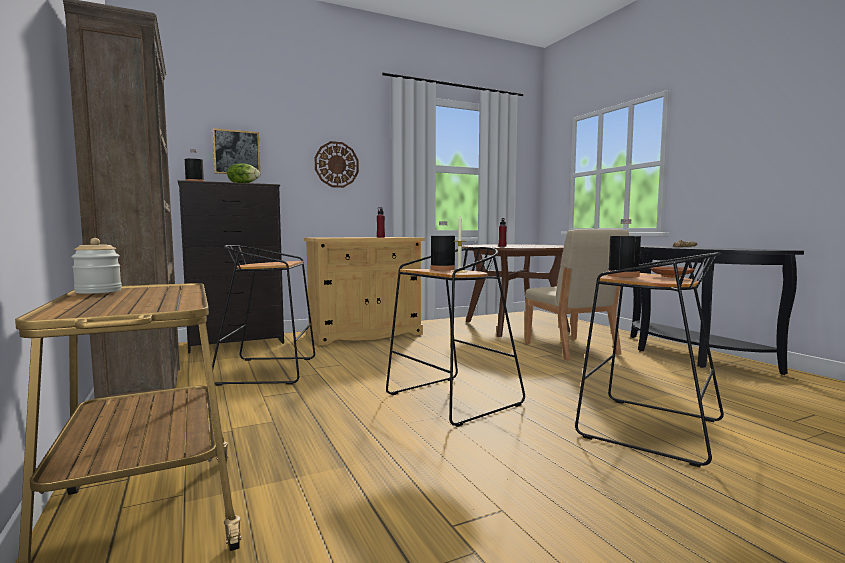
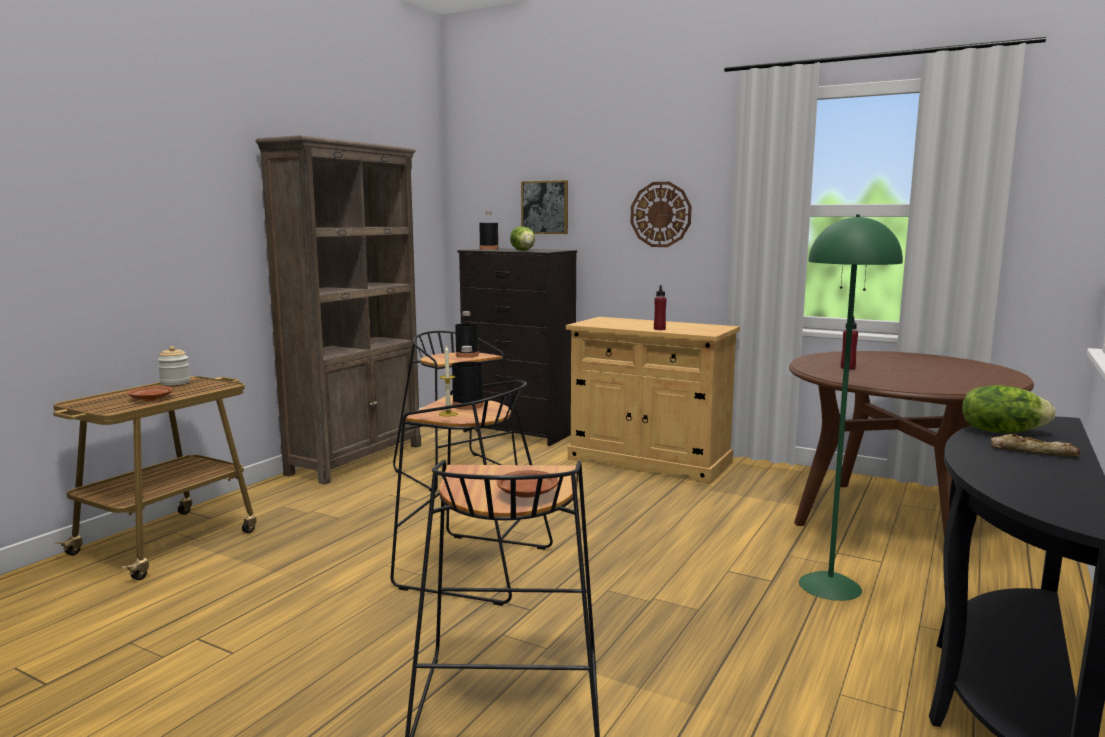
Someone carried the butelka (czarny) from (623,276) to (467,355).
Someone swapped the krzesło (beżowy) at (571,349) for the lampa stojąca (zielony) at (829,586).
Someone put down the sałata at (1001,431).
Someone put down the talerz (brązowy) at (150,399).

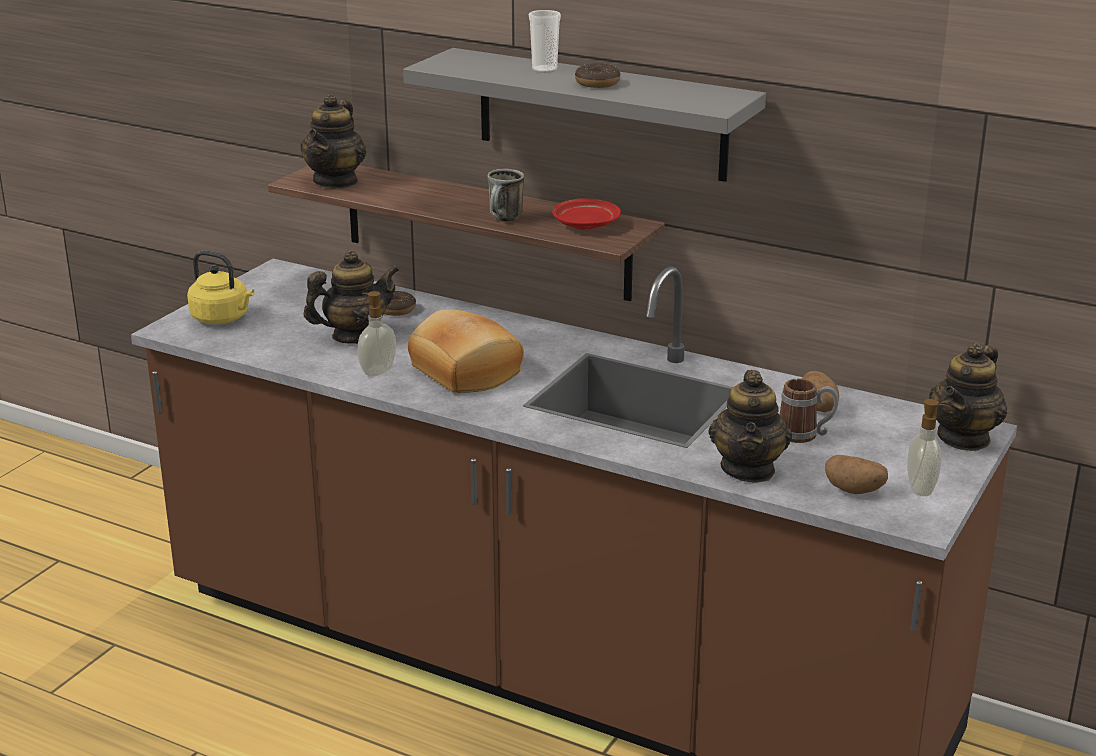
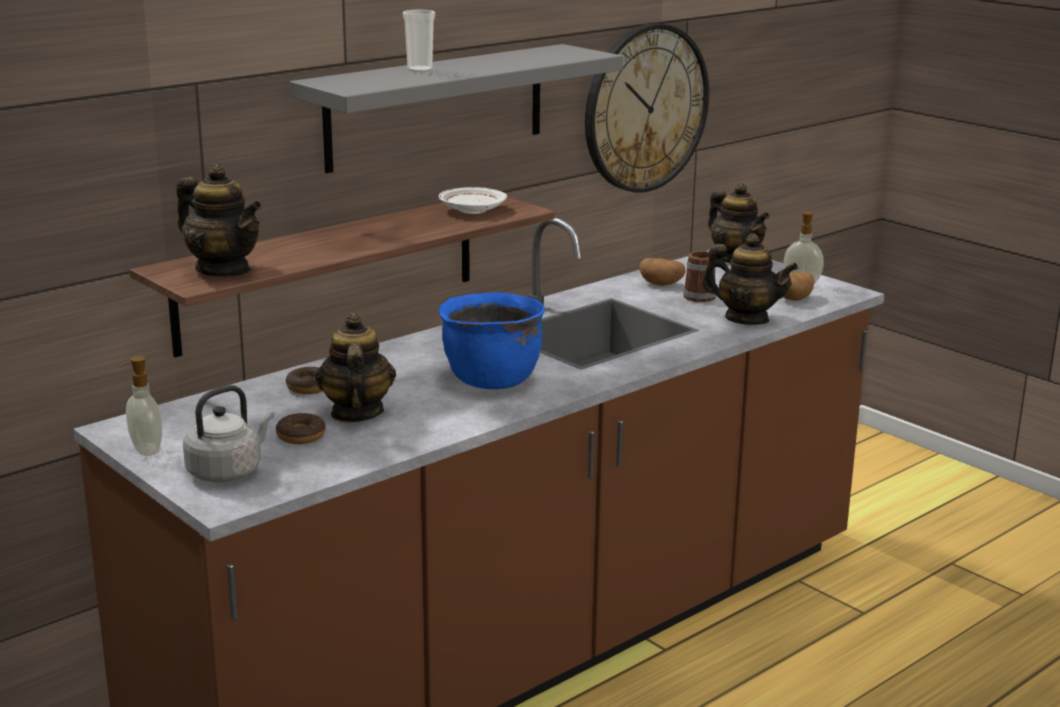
Someone carried the donut from (597,83) to (301,436).
Someone took away the kubek at (505,220).
Someone repainted the talerz (czerwony) at (585,224), which became the talerz (biały) at (471,210).
Someone repainted the czajnik (żółty) at (222,318), which became the czajnik (szary) at (228,471).
Someone carried the dozownik mydła from (377,371) to (145,450).
Someone swapped the chleb at (463,372) for the garnek (niebieski) at (491,380).
Someone put up the zegar ścienny at (645,108).

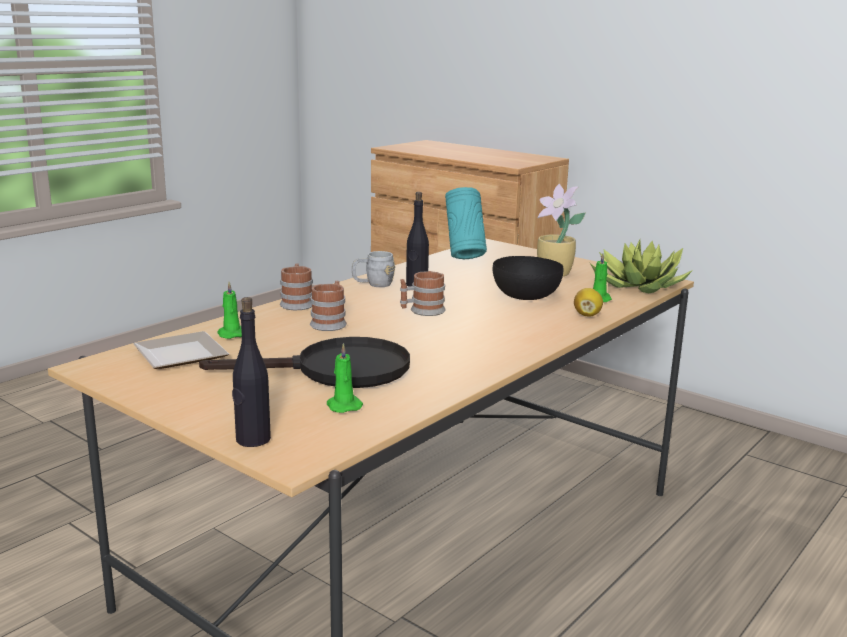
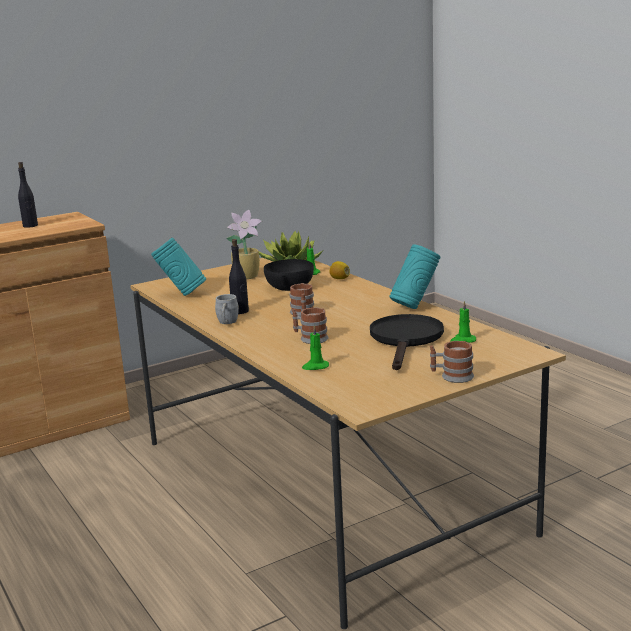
Someone carried the kubek from (297,303) to (451,376).
Someone carried the butelka (czarny) from (252,440) to (30,226).
Someone took away the talerz at (177,355).
Someone put down the wazon (turkusowy) at (414,307).

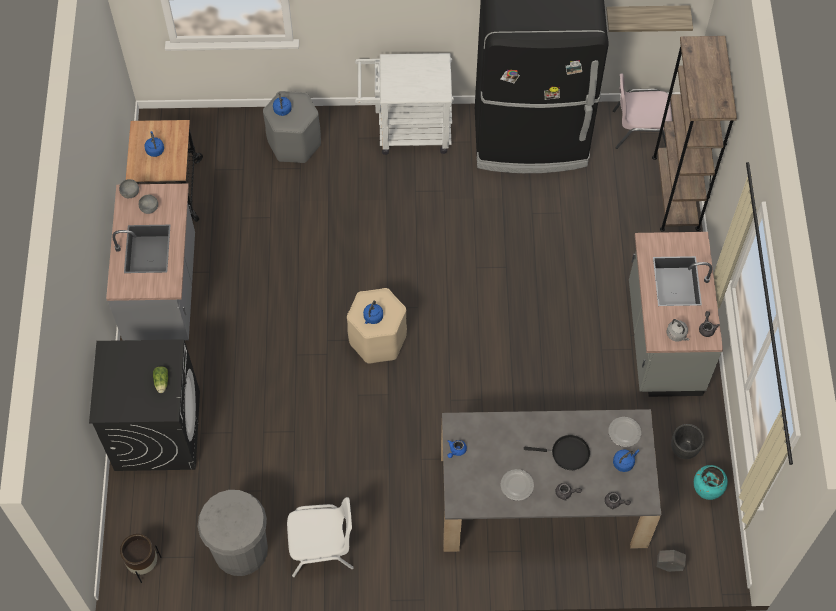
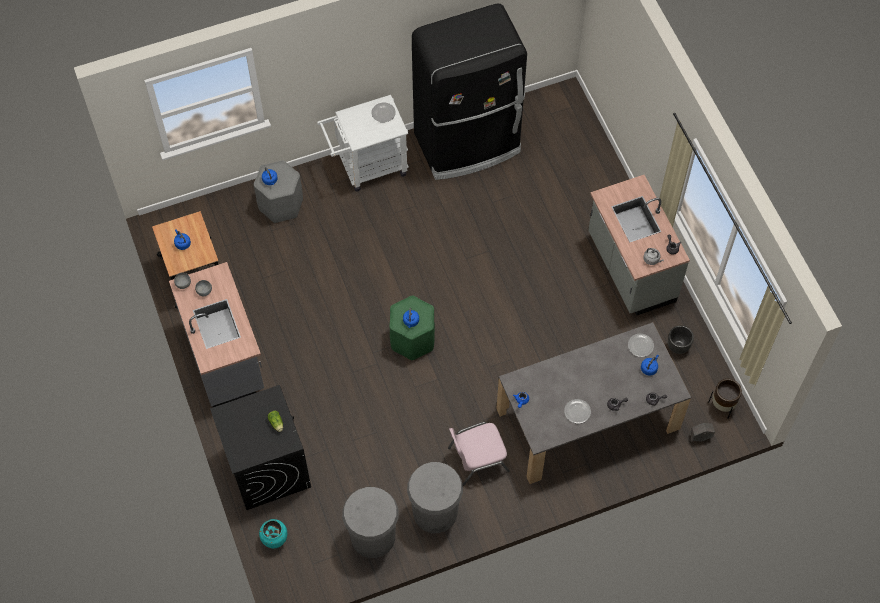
Someone took away the półka at (646,15).
Someone took away the regał (brązowy) at (675,192).
Someone carried the krzesło (różowy) from (639,129) to (477,459).
Someone repainted the stołek (beżowy) at (377,340), which became the stołek (zielony) at (412,339).
Someone took away the patelnia (czarny) at (567,453).
Someone carried the wazon (turkusowy) from (706,490) to (274,540).
Someone swapped the krzesło (biały) at (322,546) for the kosz na śmieci (szary) at (435,512).
Someone carried the donica (brązowy) from (143,565) to (722,406).
Someone put down the talerz at (383,113).

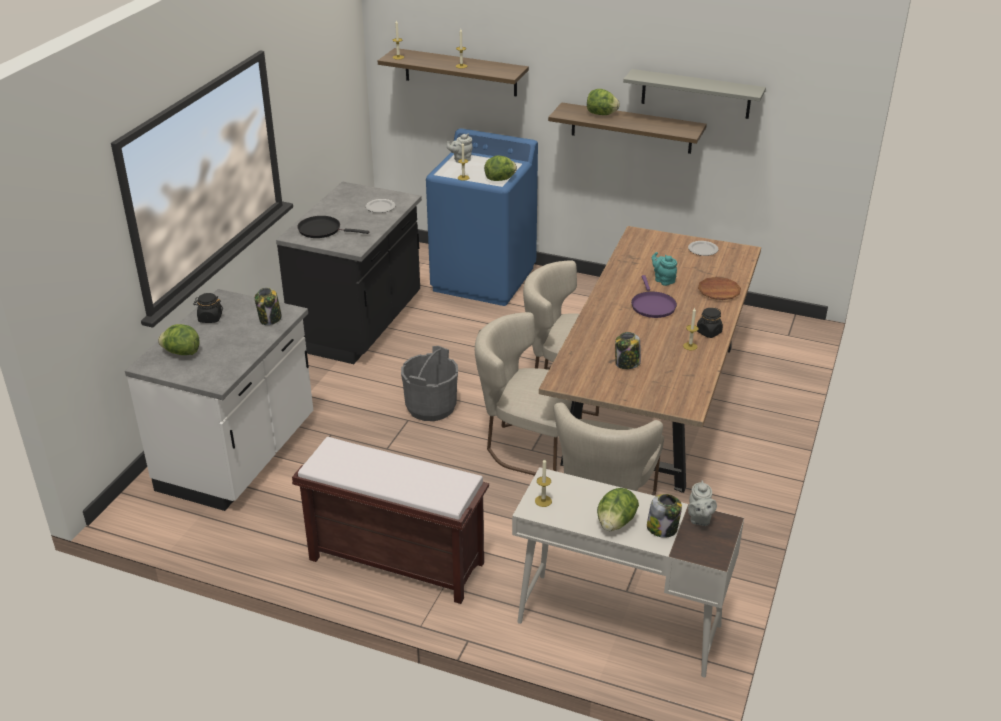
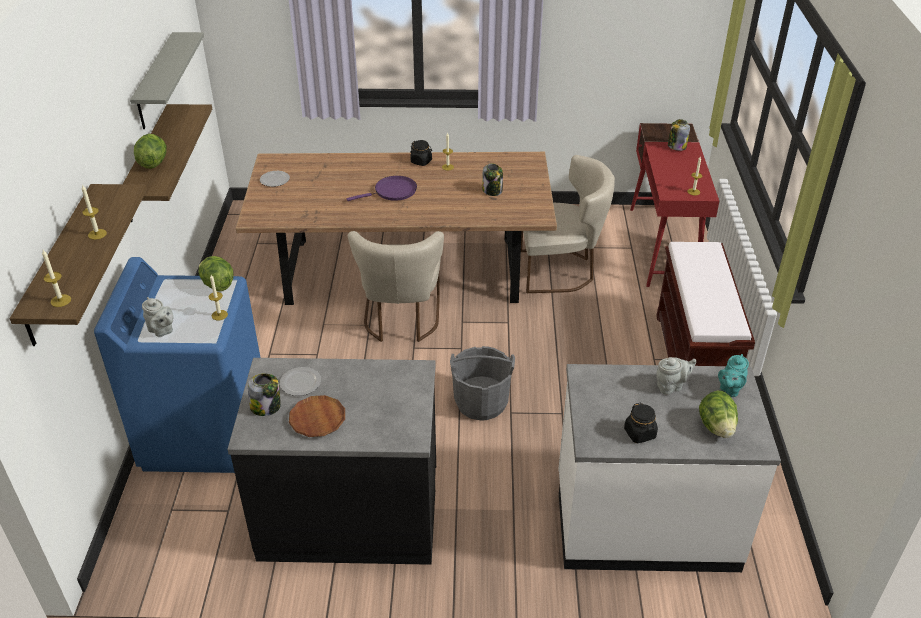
Someone took away the patelnia (czarny) at (322,230).
Someone carried the imbryk (turkusowy) from (663,280) to (729,389).
Someone carried the talerz (brązowy) from (719,291) to (317,419).
Someone carried the słoik from (270,319) to (266,406).
Someone took away the krzesło (beżowy) at (526,445).
Someone repainted the biurko (biały) at (618,623), which became the biurko (czerwony) at (662,246).
Someone carried the imbryk (szary) from (699,519) to (671,386).
Someone took away the sałata at (615,523).

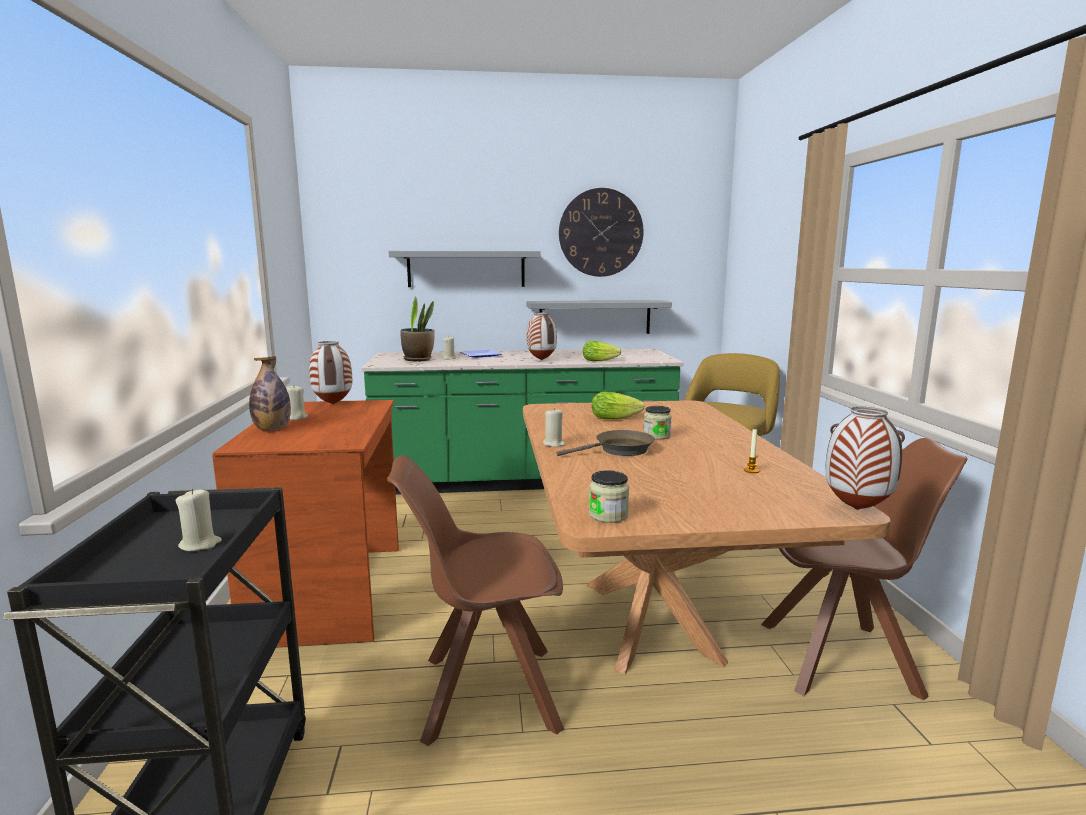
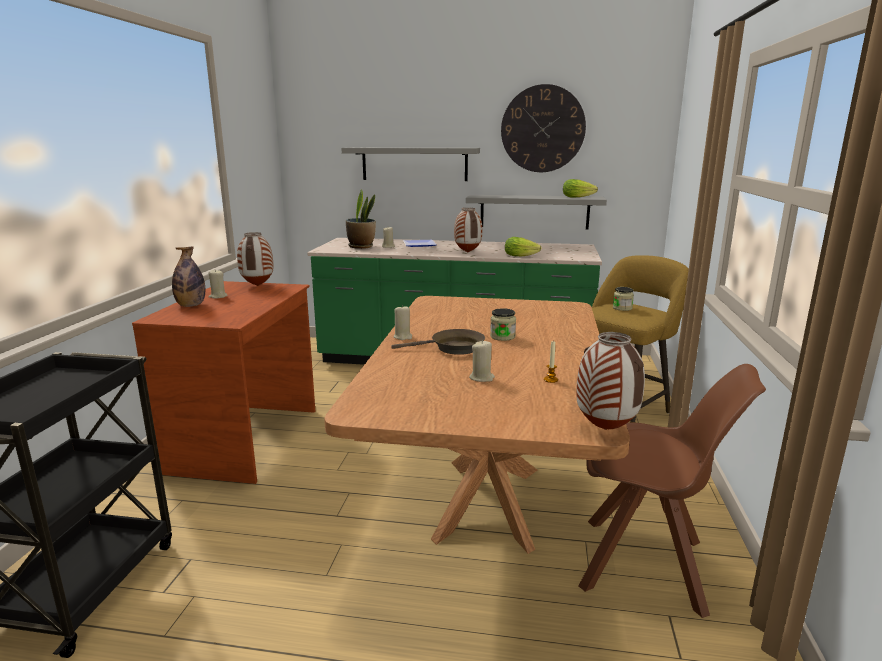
Someone carried the sałata from (618,418) to (579,197).
Someone took away the krzesło (brązowy) at (484,693).
Someone carried the słoik from (608,515) to (622,308).
Someone carried the świeca (beżowy) from (200,544) to (482,378).

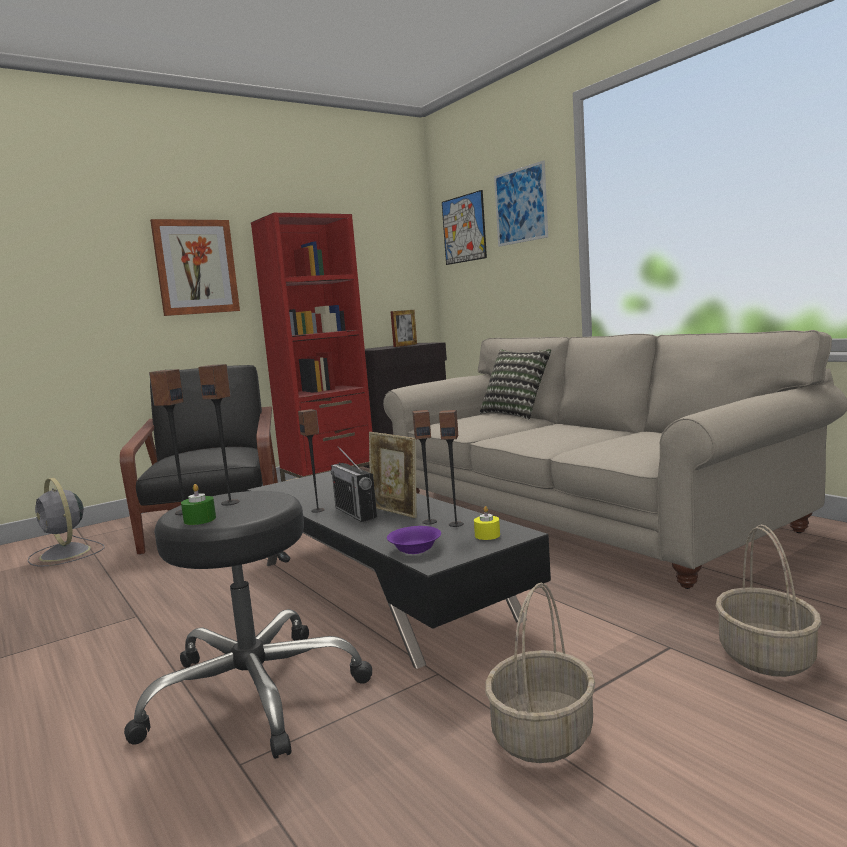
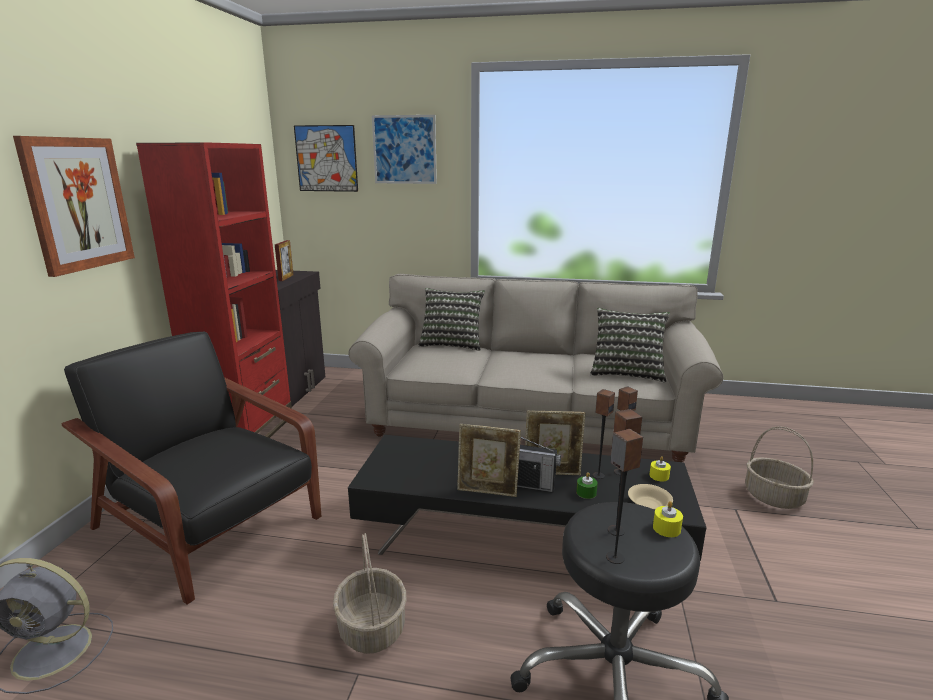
Someone swapped the głośnik at (318,510) for the ramka na zdjęcie at (487,491).
Someone carried the świeca (zielony) from (200,520) to (586,493).
Someone repainted the miska (fioletowy) at (416,549), which became the miska (beżowy) at (649,506).
Someone carried the koszyk from (543,736) to (373,629).
Someone put down the poduszka at (627,372).
Someone put down the świeca (żółty) at (666,528).

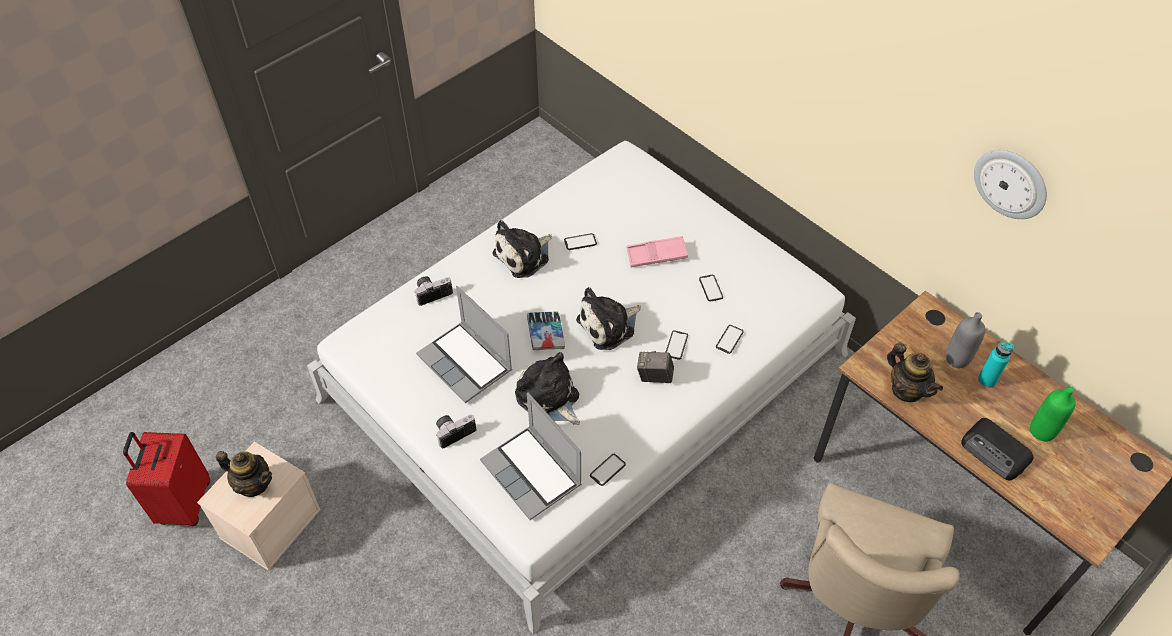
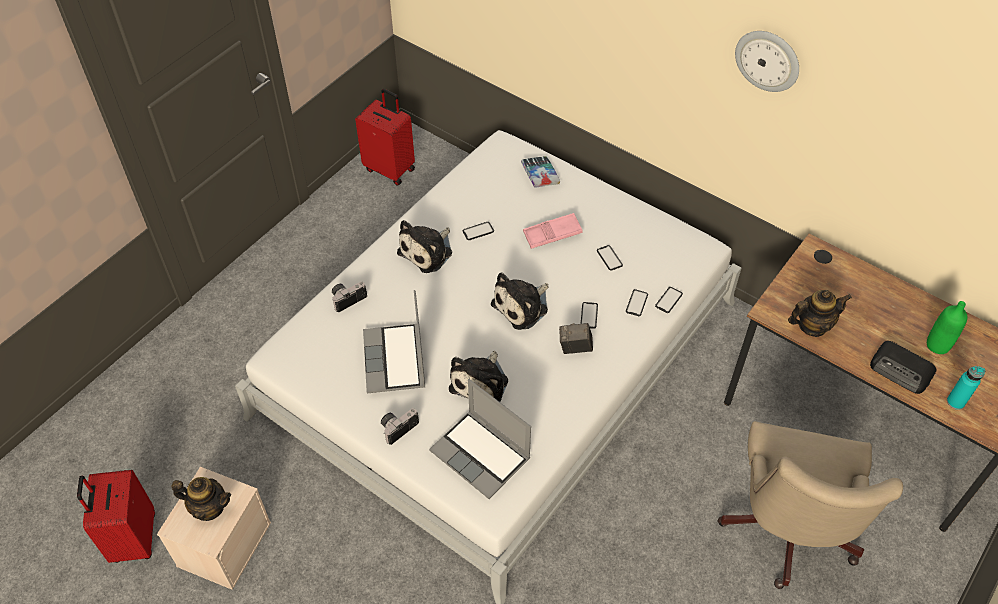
Someone carried the zegar ścienny from (1011,183) to (768,60).
Someone rotated the laptop at (466,363) by 45 degrees clockwise.
Someone carried the książka from (546,333) to (540,174).
Someone took away the butelka (szary) at (957,359).
Someone rotated the imbryk at (906,390) by 60 degrees counterclockwise.
Someone carried the butelka (turkusowy) from (987,380) to (955,402).
Someone rotated the pluszak at (549,398) by 105 degrees counterclockwise.
Someone carried the telefon from (607,470) to (668,300).
Someone put down the walizka (czerwony) at (390,169).

